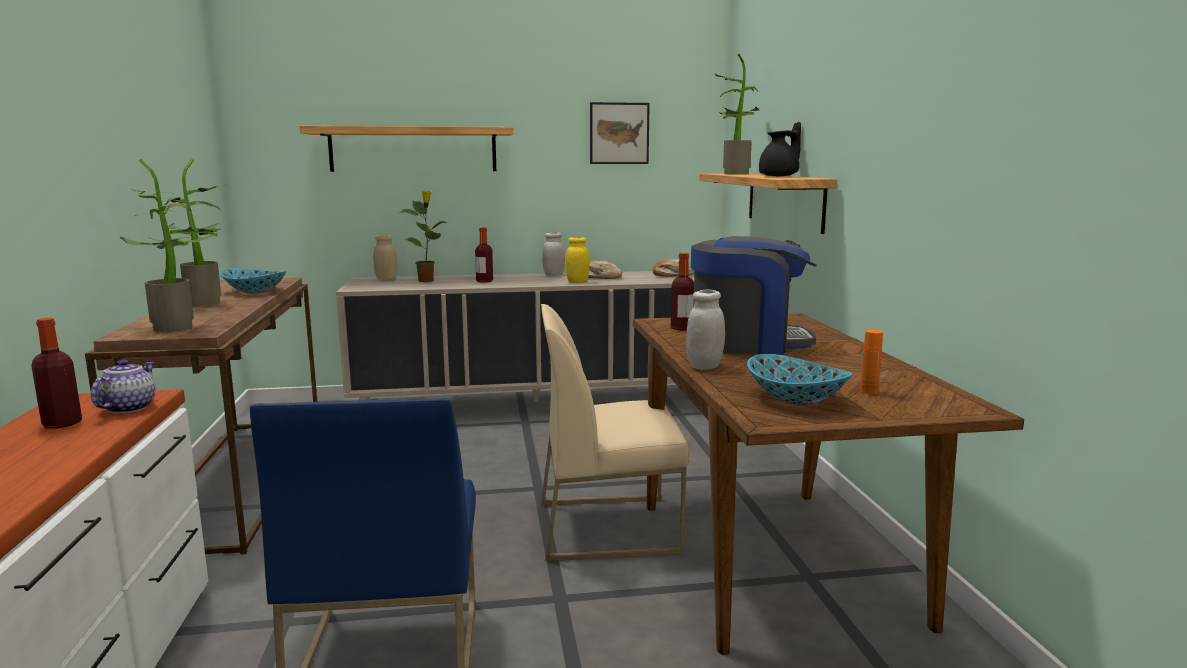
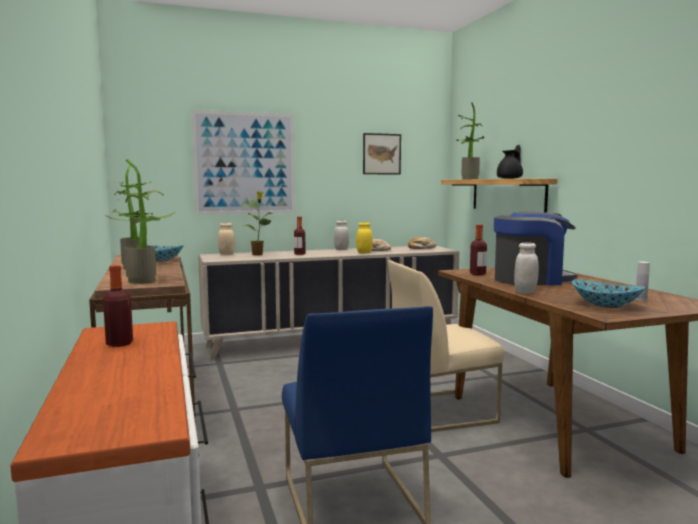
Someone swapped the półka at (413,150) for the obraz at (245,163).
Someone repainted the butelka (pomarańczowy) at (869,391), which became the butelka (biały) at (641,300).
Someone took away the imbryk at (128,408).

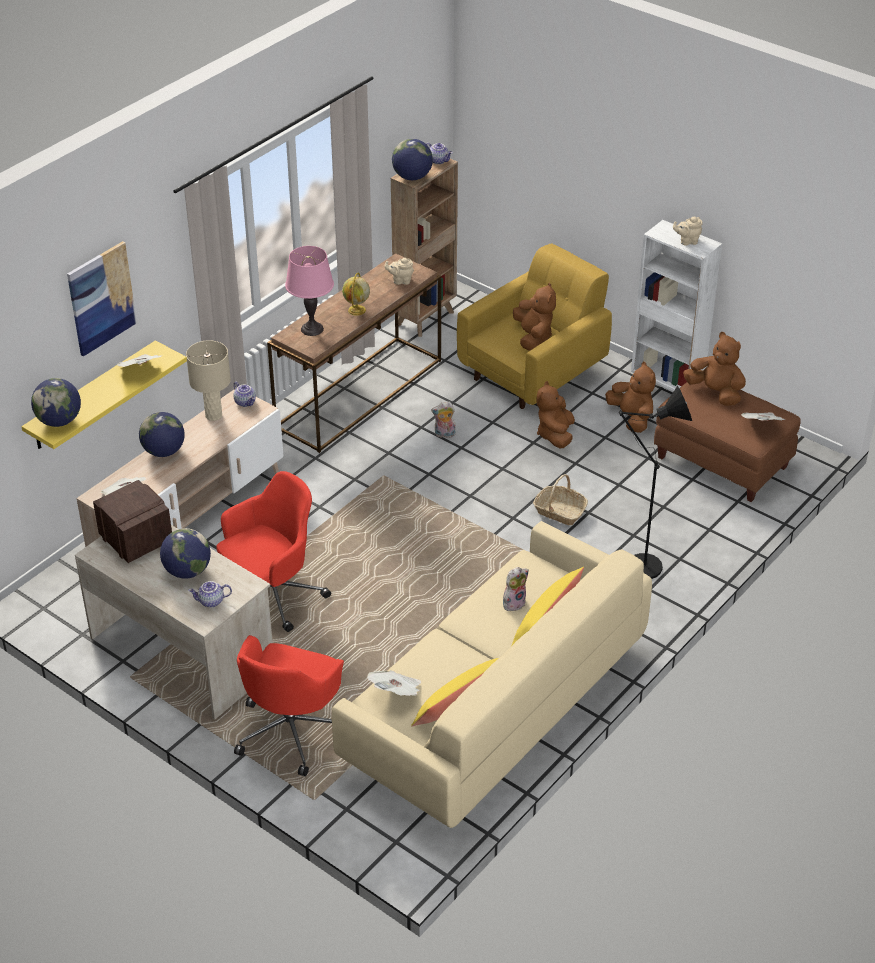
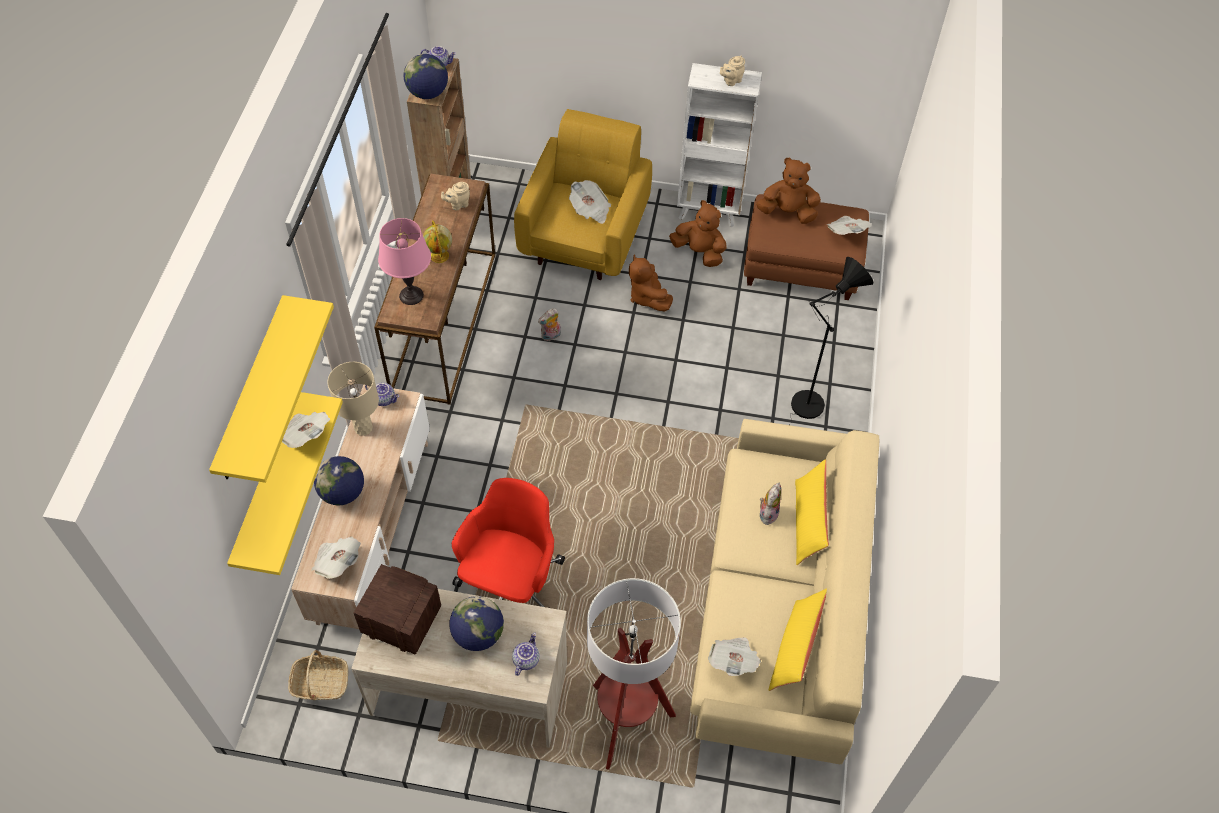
Someone swapped the obraz at (101,298) for the półka (żółty) at (252,391).
Someone swapped the pluszak (brązowy) at (533,337) for the gazeta at (590,210).
Someone took away the globus at (59,421).
Someone carried the koszyk from (559,511) to (320,683).
Someone rotated the imbryk at (211,602) by 150 degrees clockwise.
Someone swapped the krzesło biurowe (czerwony) at (292,730) for the lampa stojąca at (625,722).

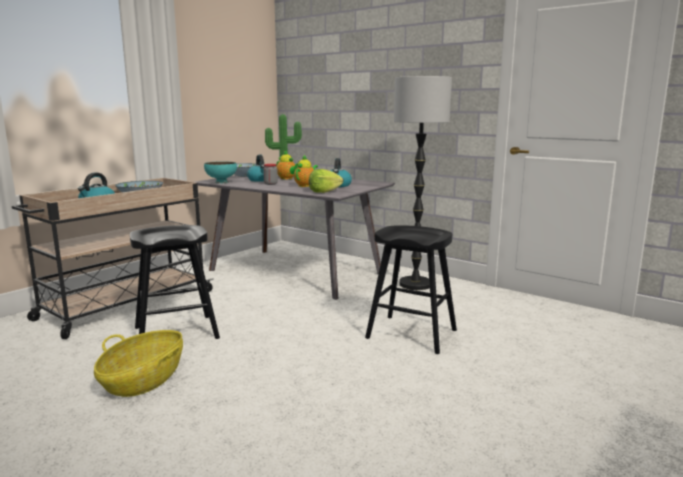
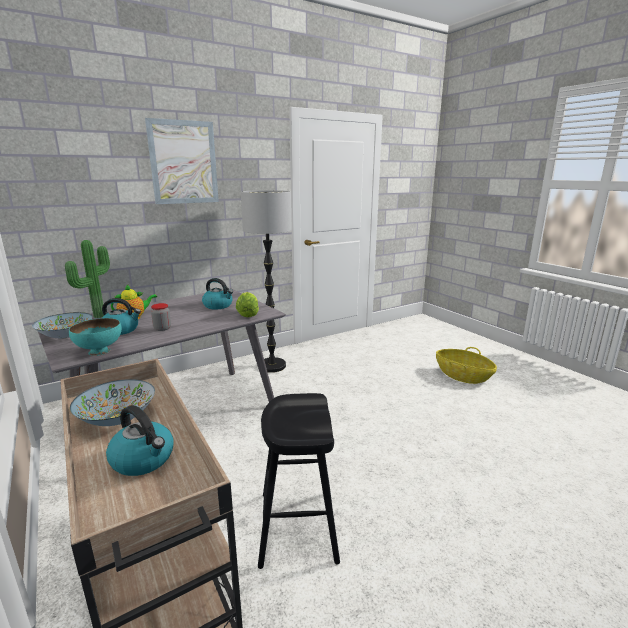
Someone took away the imbryk at (306,185).
Someone took away the stołek (czarny) at (411,334).
Someone carried the koszyk from (144,380) to (463,376).
Someone put up the obraz at (183,162).

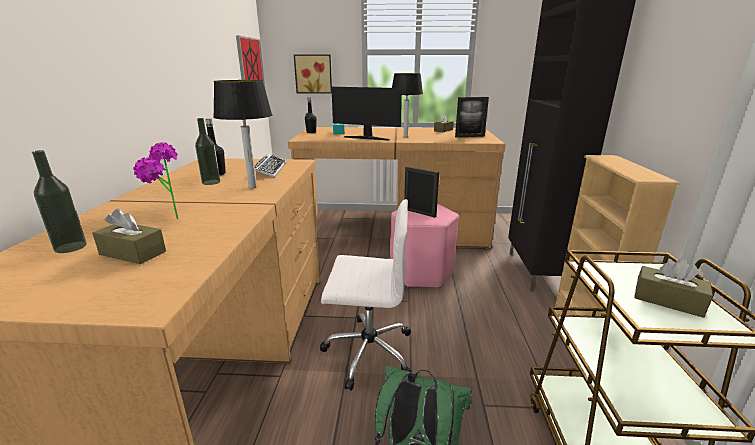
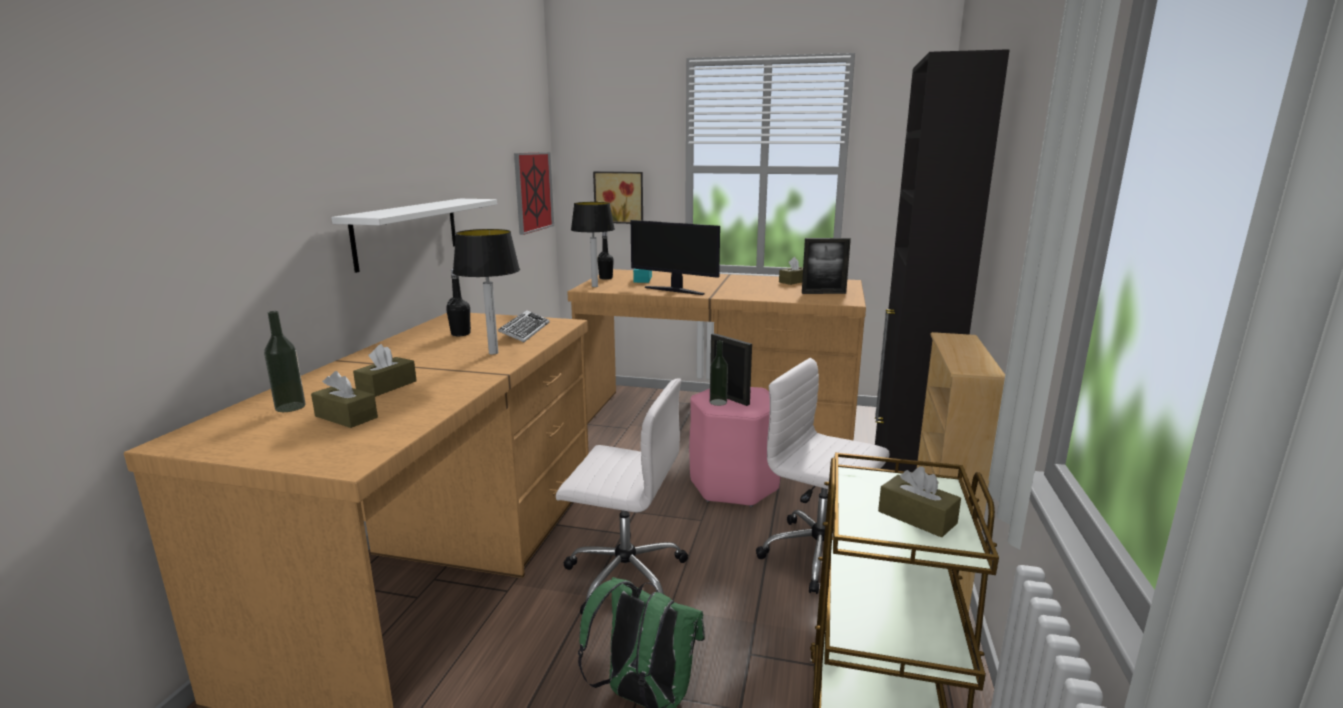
Someone carried the lampa stołowa from (405,136) to (594,286).
Someone carried the butelka from (211,182) to (718,402).
Someone swapped the roślina doniczkowa at (166,220) for the pudełko chusteczek (brązowy) at (387,386).
Someone put up the półka (biały) at (407,232).
Someone put down the krzesło biurowe (biały) at (821,555).

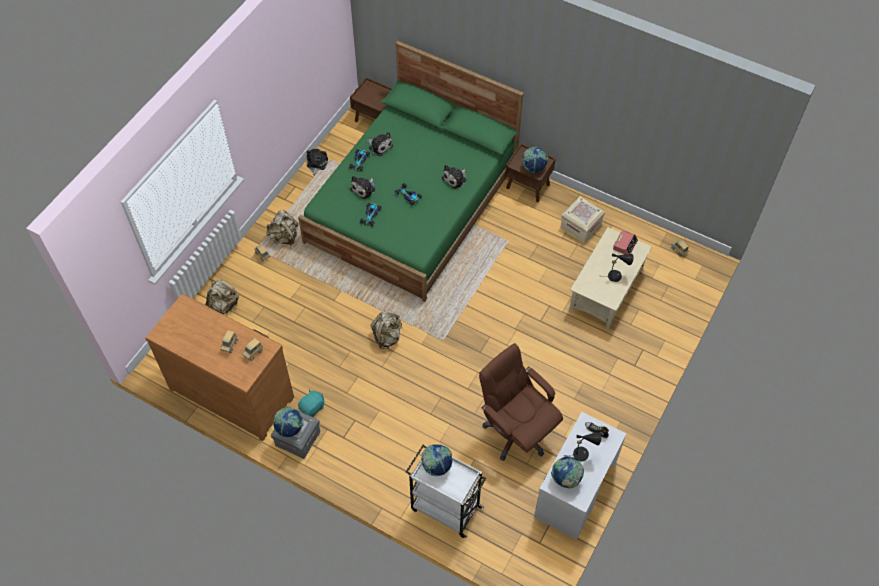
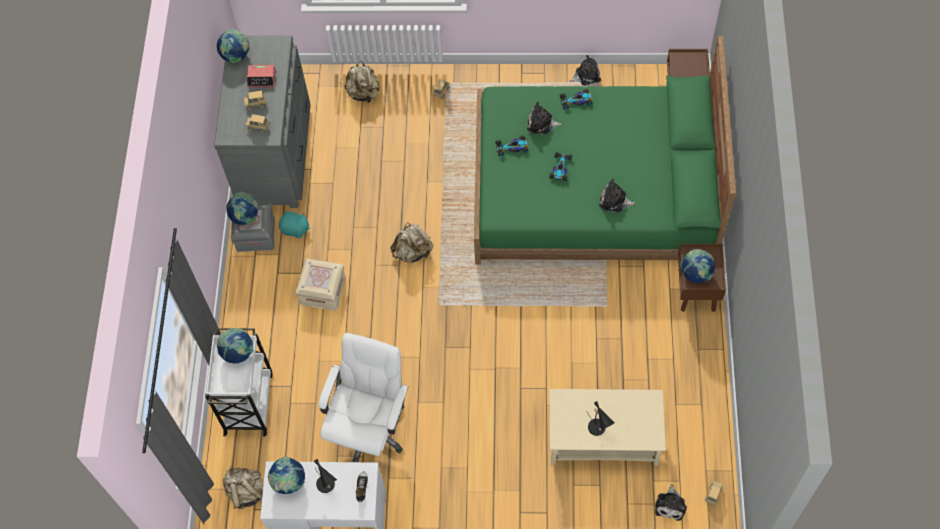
Someone carried the pluszak from (379,146) to (670,505).
Someone carried the pojemnik do przechowywania (beżowy) from (580,226) to (323,291).
Someone carried the plecak (beżowy) from (284,237) to (246,492).
Someone carried the budzik from (625,244) to (262,78).
Someone repainted the komoda (brązowy) at (233,391), which became the komoda (szary) at (276,154).
Someone repainted the krzesło biurowe (brązowy) at (516,431), which became the krzesło biurowe (biały) at (369,428).
Someone put down the globus at (236,56).

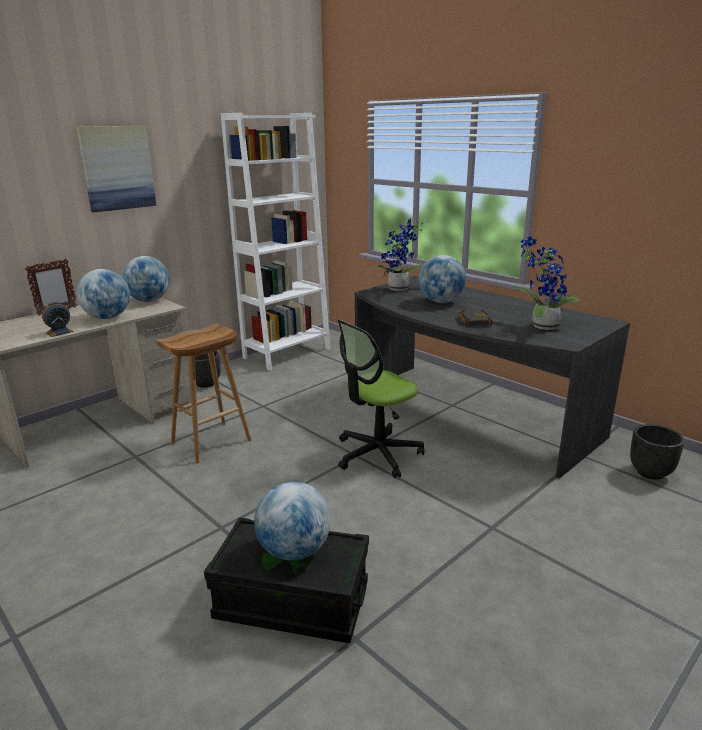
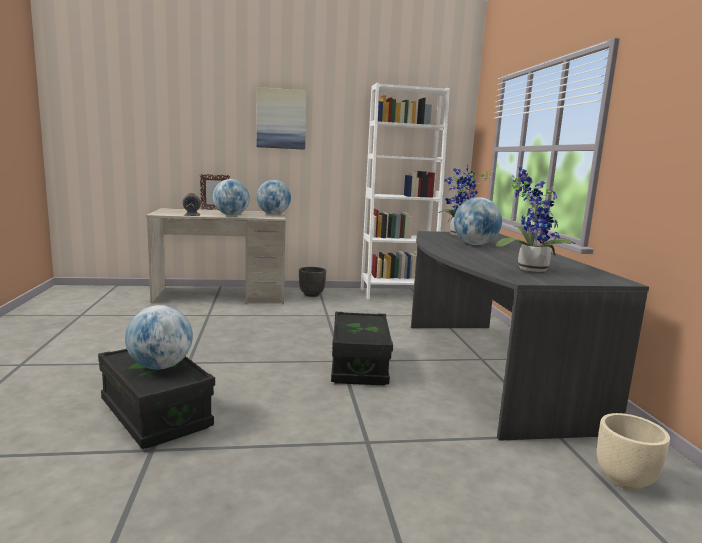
Someone took away the książka (czarny) at (473,321).
Someone swapped the krzesło biurowe at (377,454) for the pojemnik do przechowywania (czarny) at (359,365).
Someone took away the stołek (brązowy) at (210,442).
Someone repainted the donica (czarny) at (651,473), which became the donica (beżowy) at (625,480).

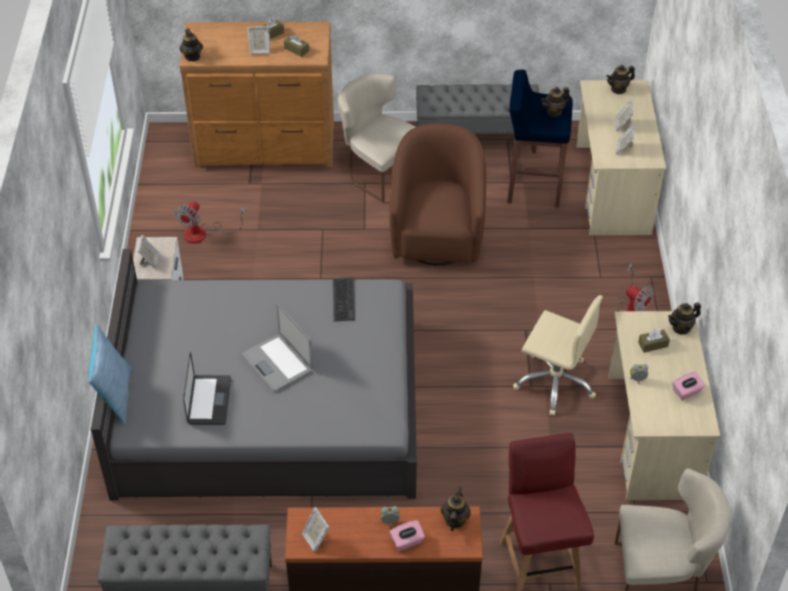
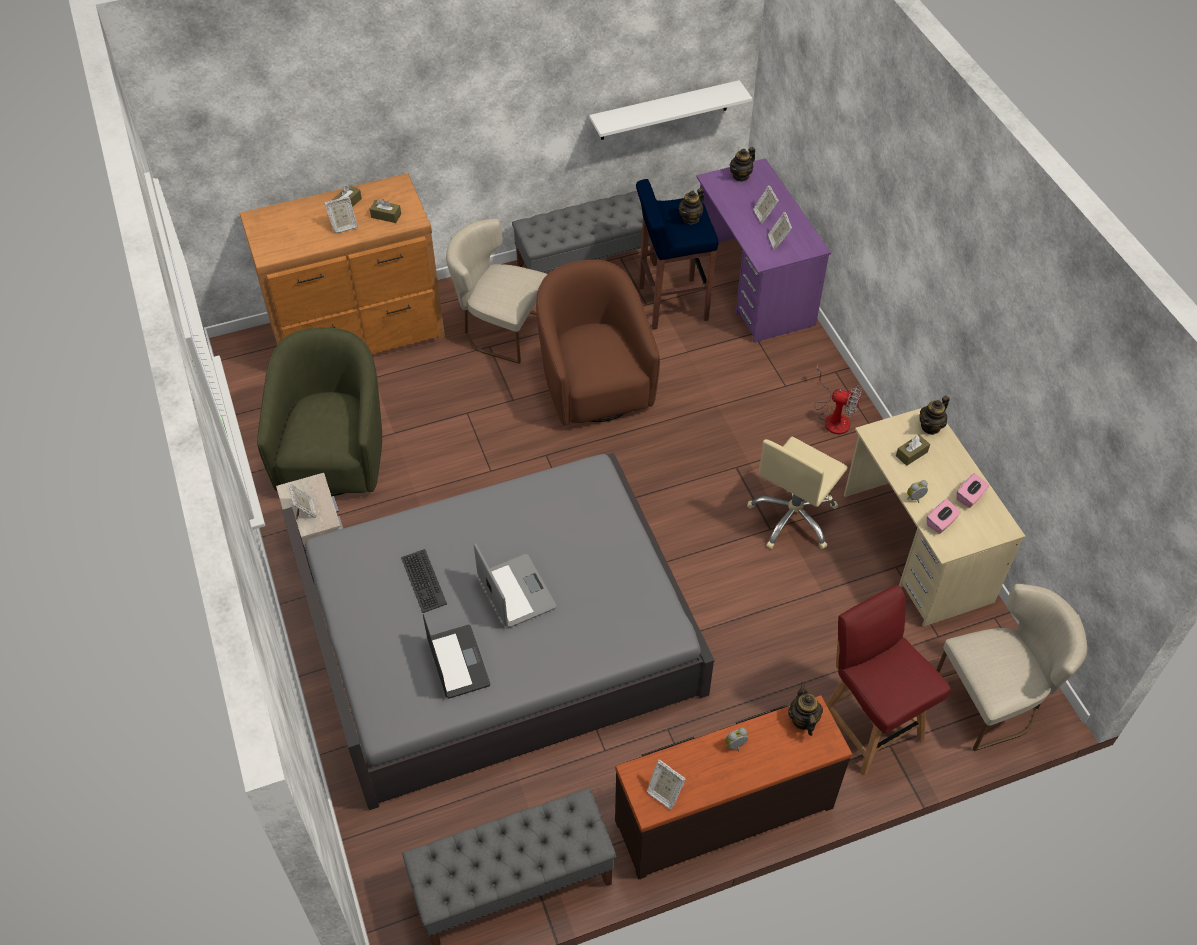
Someone took away the imbryk at (192,56).
Someone repainted the biurko (beżowy) at (612,190), which became the biurko (fioletowy) at (753,286).
Someone swapped the wentylator at (203,233) for the fotel (zielony) at (334,455).
Someone carried the klawiatura from (343,299) to (423,581).
Someone rotated the krzesło biurowe (beżowy) at (555,383) by 120 degrees clockwise.
Someone rotated the laptop at (278,362) by 150 degrees counterclockwise.
Someone took away the poduszka at (115,396).
Someone carried the pudełko chusteczek (różowy) from (407,541) to (941,523).
Someone put up the półka (biały) at (664,110).

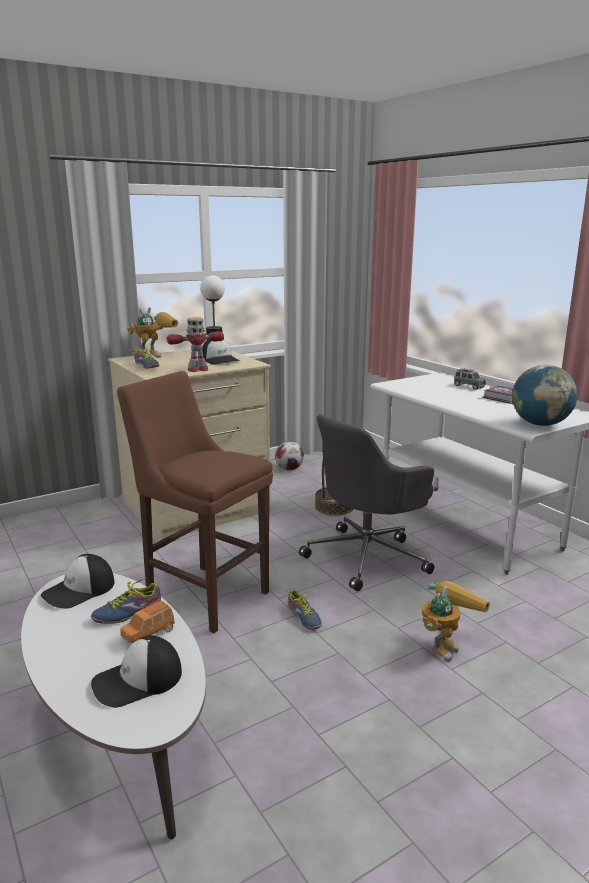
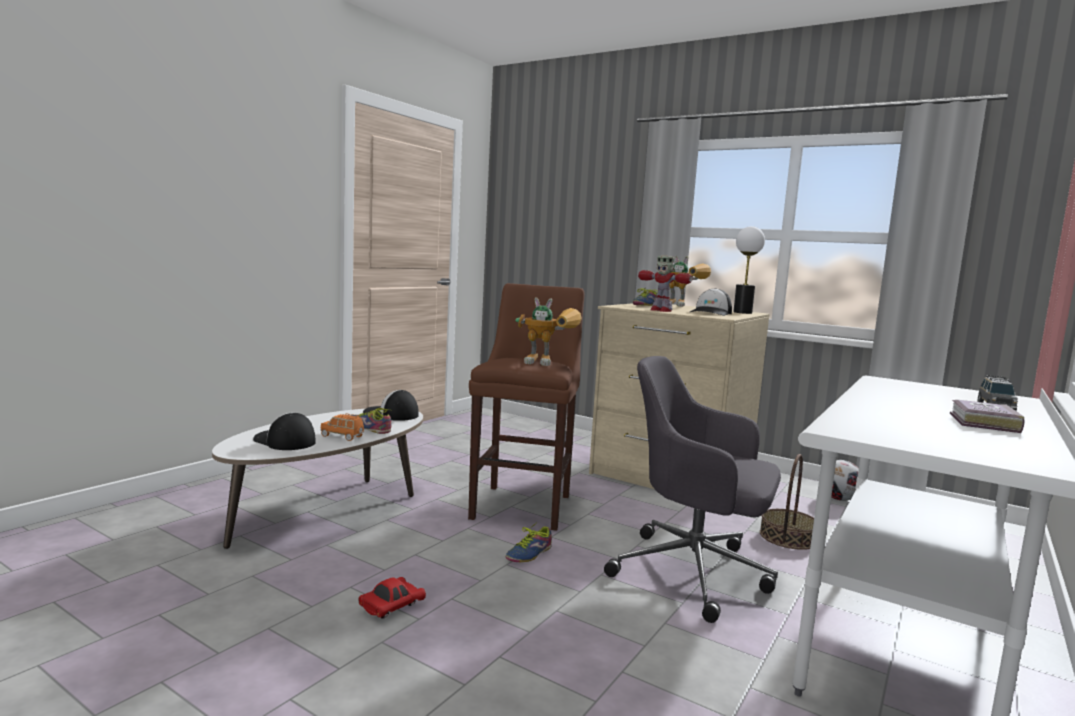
Someone took away the globus at (540,424).
Someone carried the robot zabawkowy from (445,644) to (550,363).
Someone put down the samochodzik (czerwony) at (391,607).

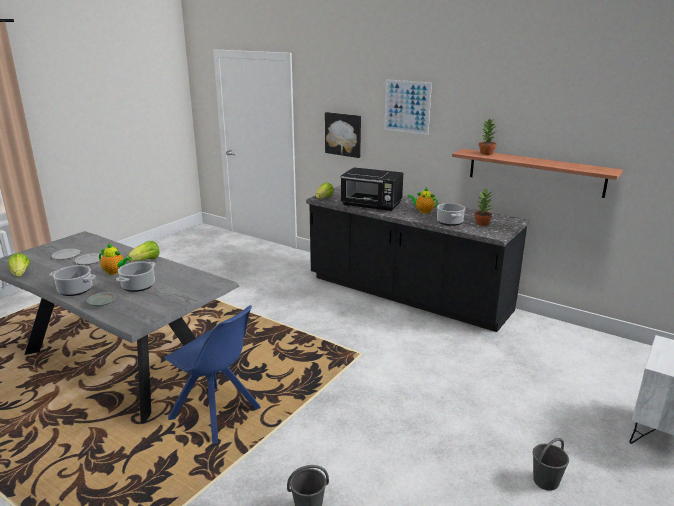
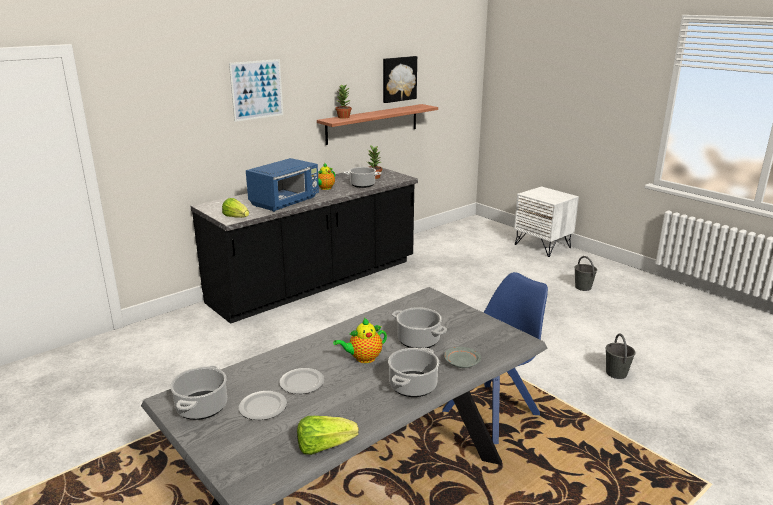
Someone carried the obraz from (343,134) to (398,79).
Someone repainted the mikrofalówka (czarny) at (372,205), which became the mikrofalówka (niebieski) at (285,202).
Someone took away the sałata at (146,260).
Someone rotated the imbryk at (115,272) by 150 degrees counterclockwise.
Someone put down the garnek at (202,407).

